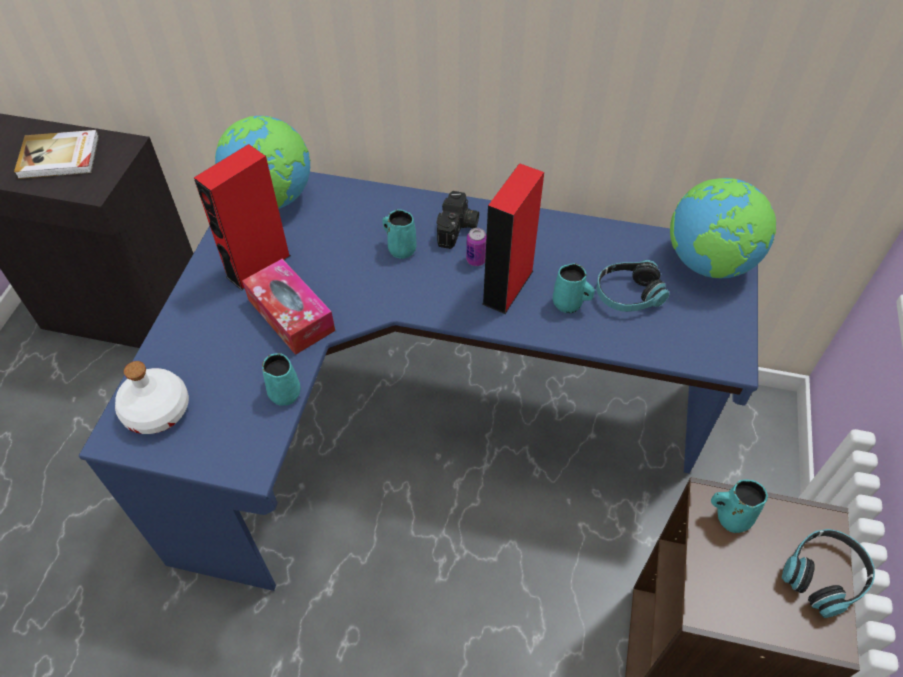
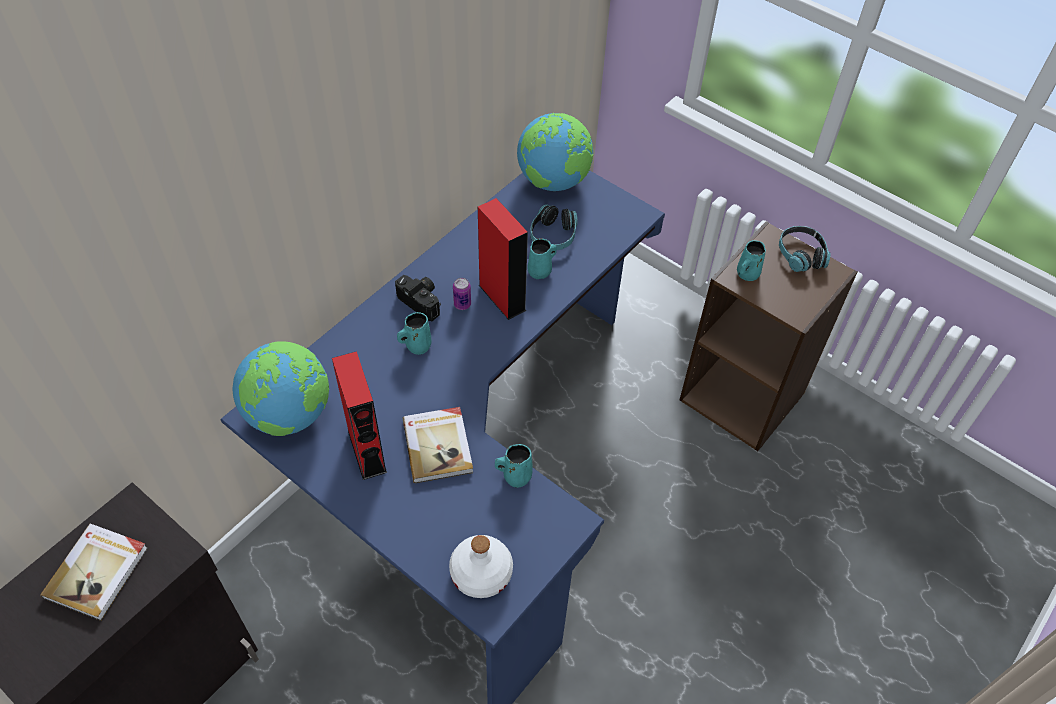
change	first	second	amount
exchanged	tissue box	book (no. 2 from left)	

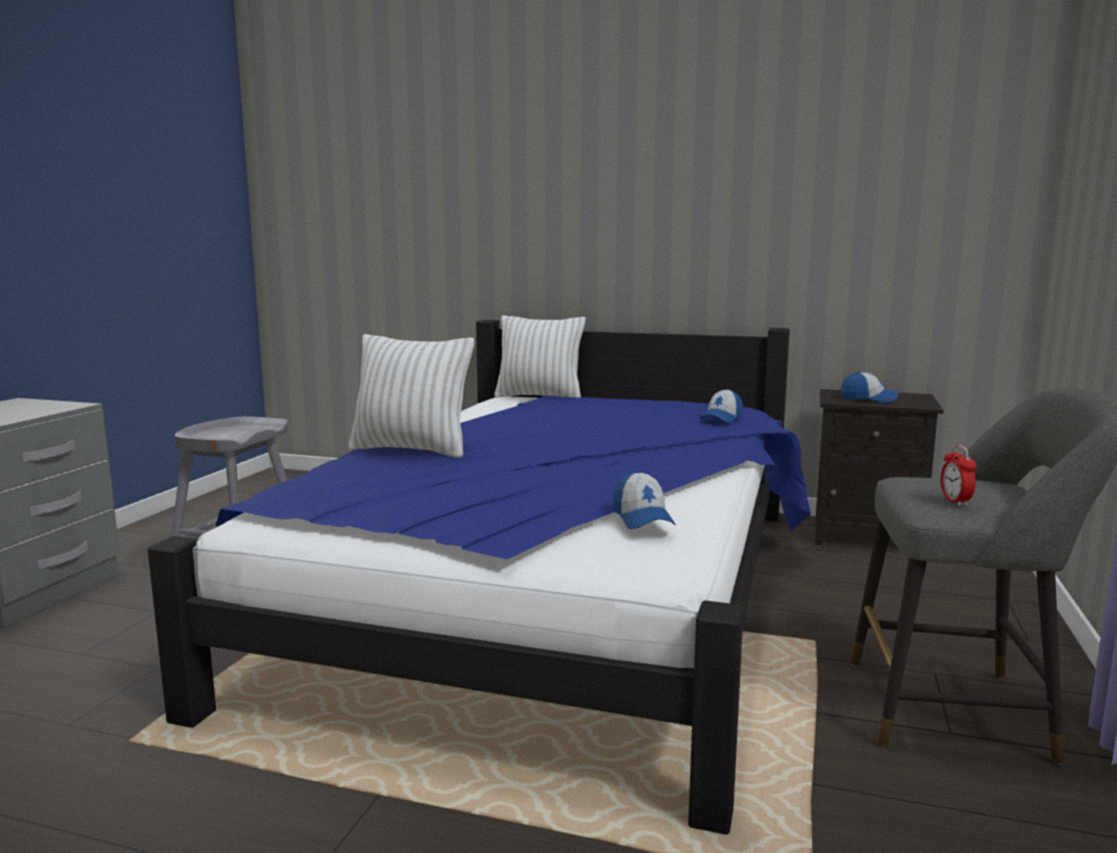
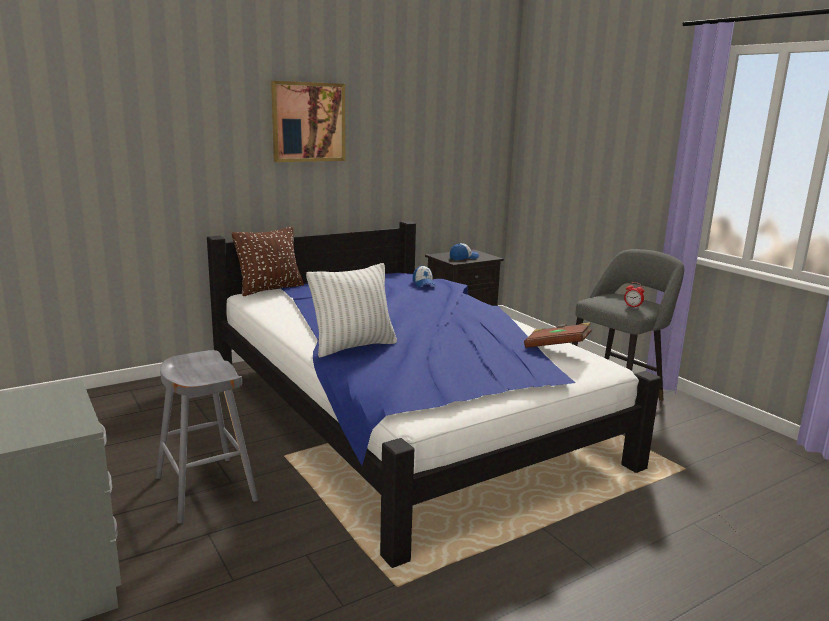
change	first	second	amount
appeared		picture	
exchanged	cap (no. 1 from left)	brown book	
colour	white pillow (no. 2 from left)	brown pillow	

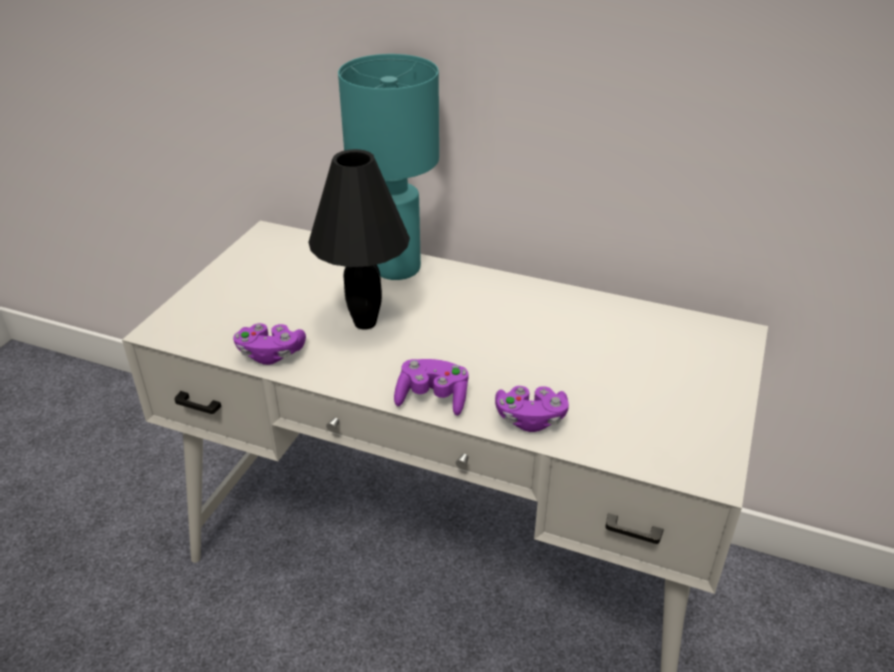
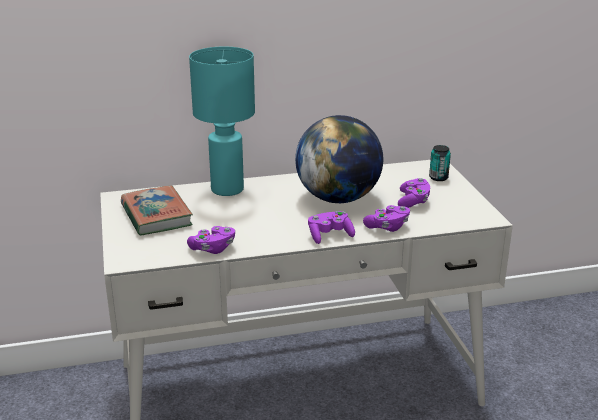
change	first	second	amount
missing	black table lamp		
appeared		book	
appeared		globe	
appeared		purple game controller (no. 4 from left)	
appeared		can	

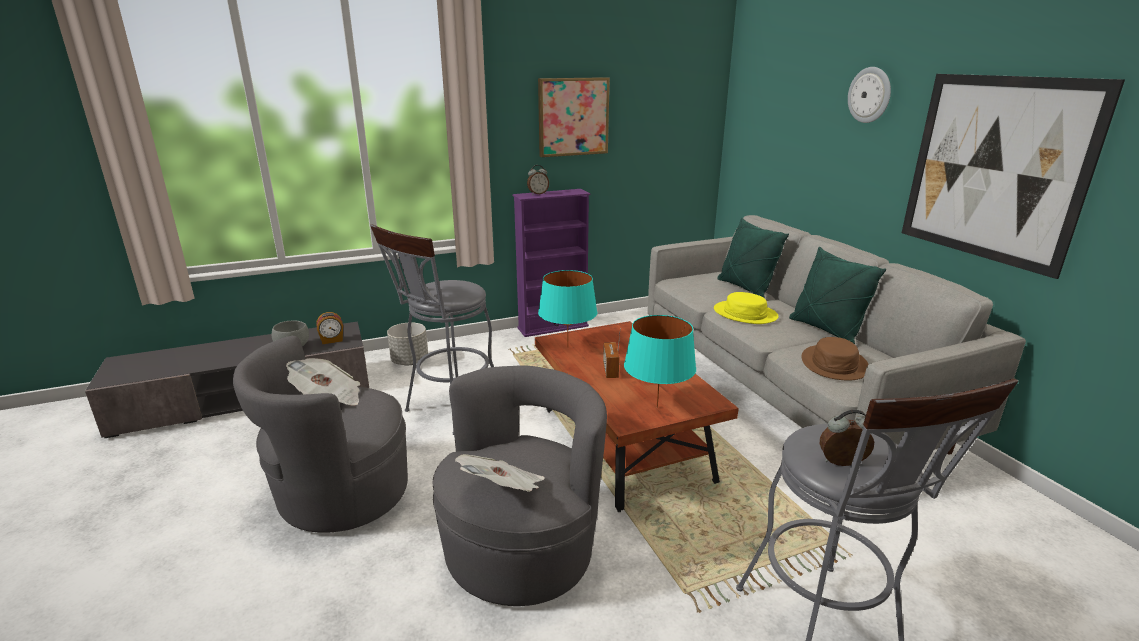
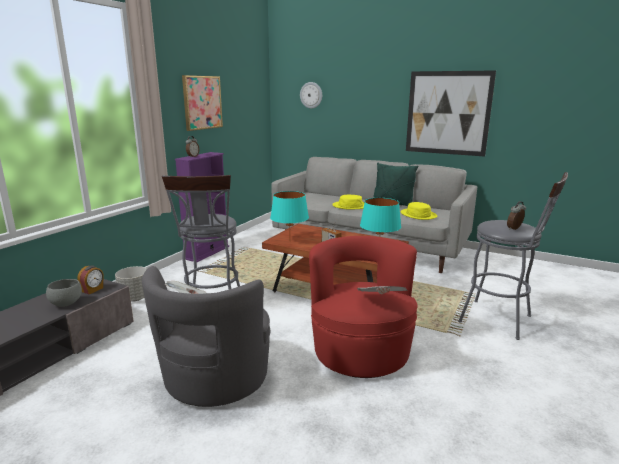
change	first	second	amount
missing	green pillow (no. 1 from left)		
relocated	wall clock		
colour	grey armchair (no. 2 from left)	red armchair	
colour	brown hat	yellow hat (no. 2 from left)	

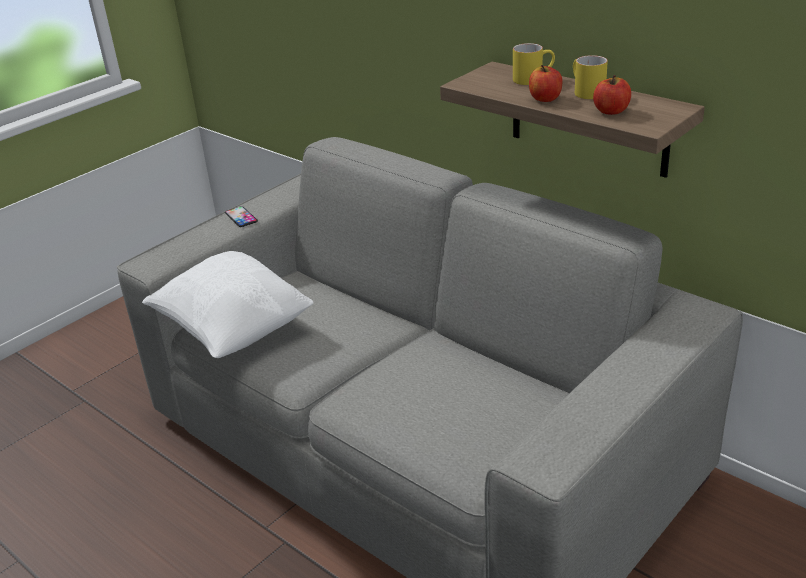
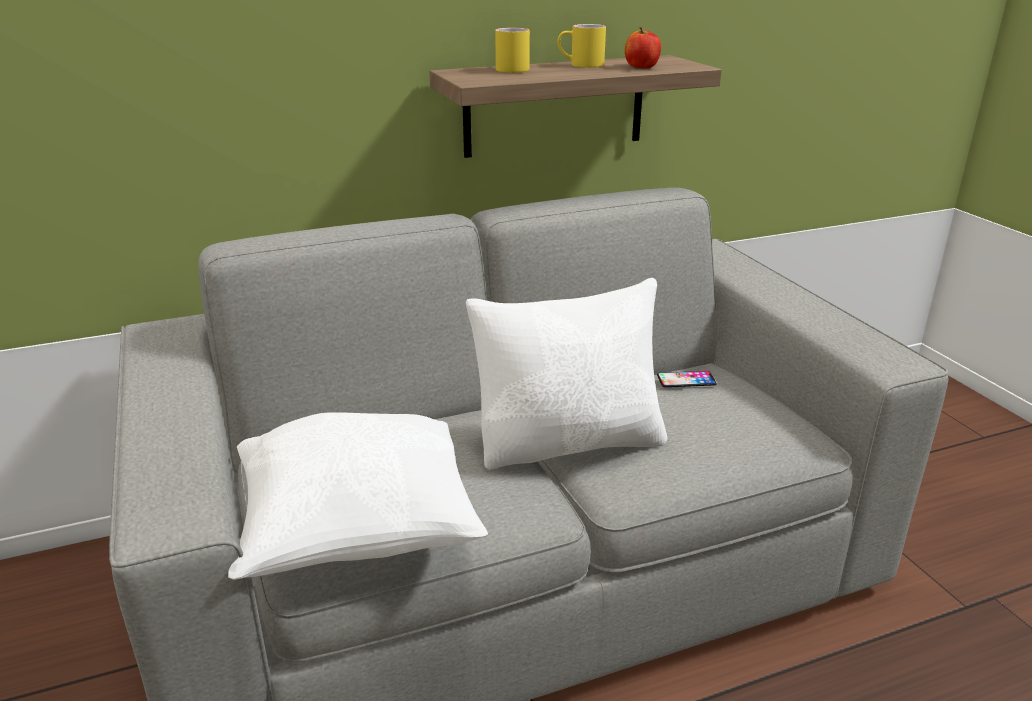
change	first	second	amount
missing	apple (no. 1 from left)		
appeared		white pillow (no. 2 from left)	
relocated	phone		

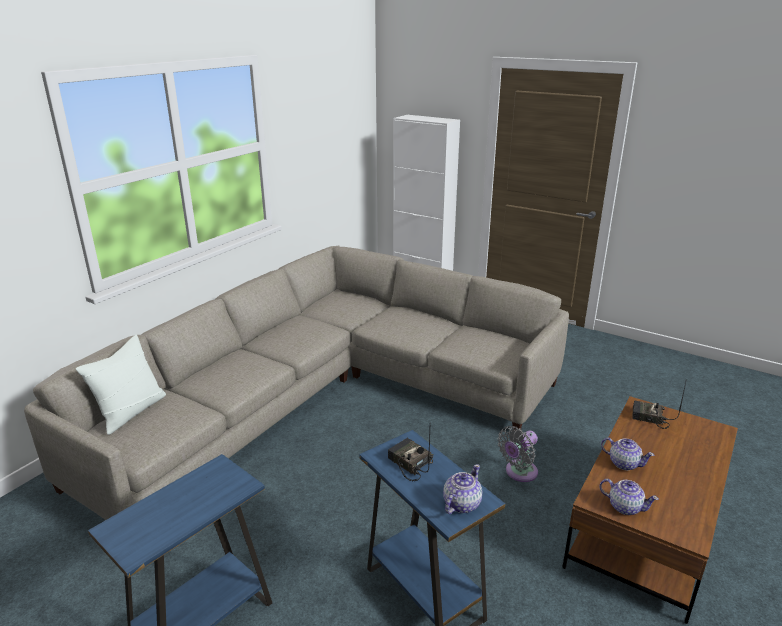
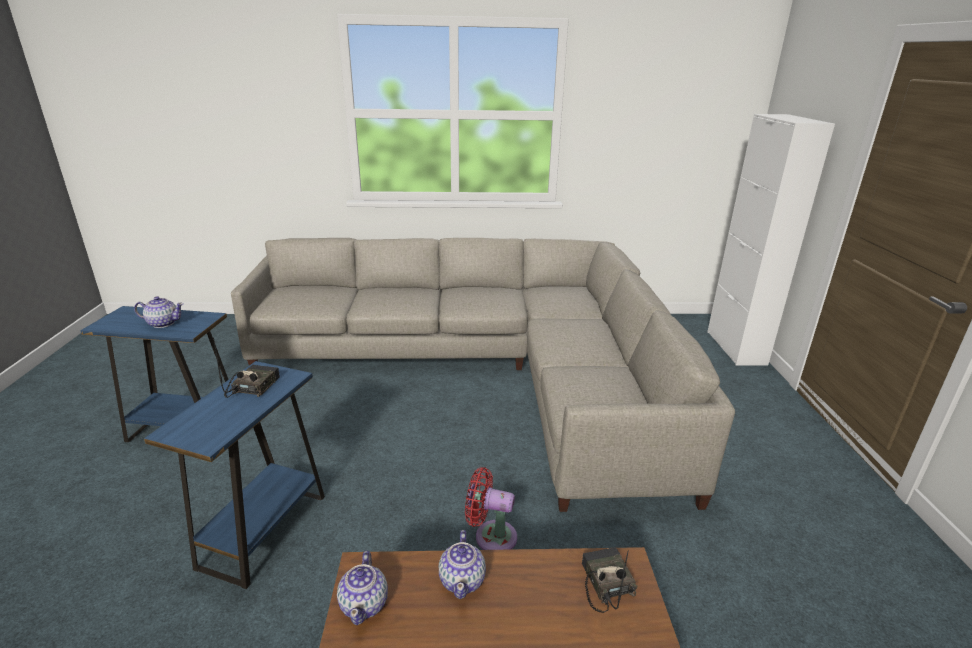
change	first	second	amount
missing	white pillow		
relocated	teapot (no. 1 from left)		
colour	grey fan	red fan	

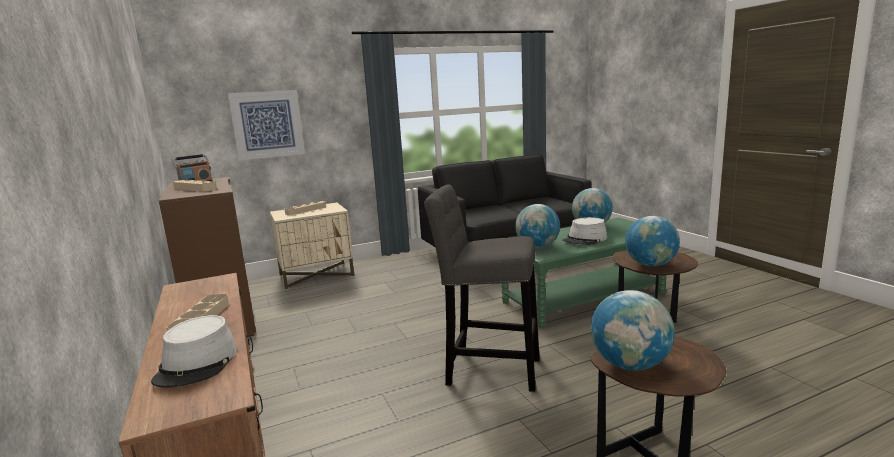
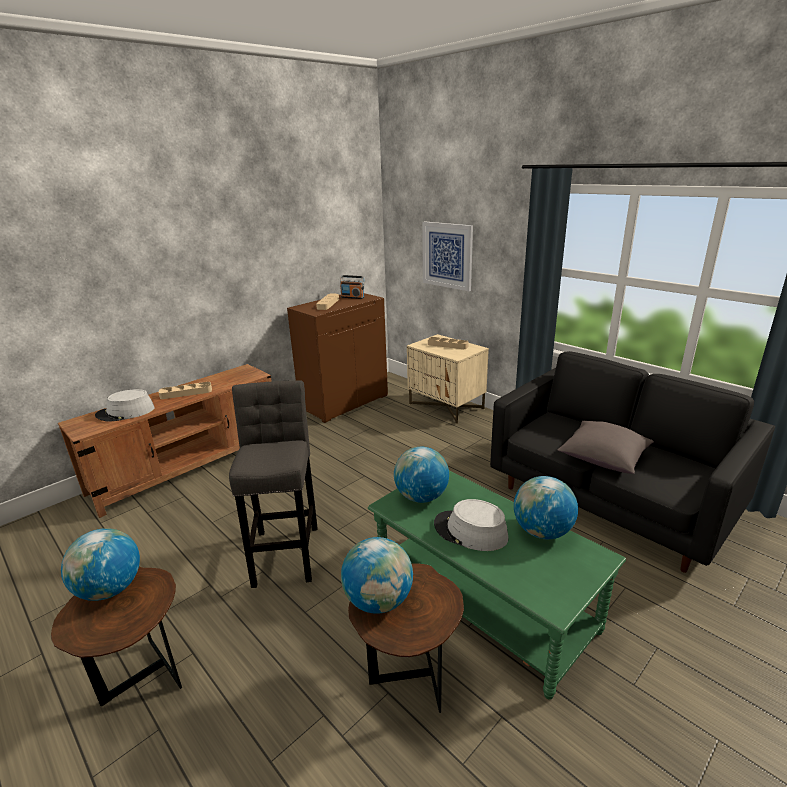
change	first	second	amount
appeared		grey pillow	

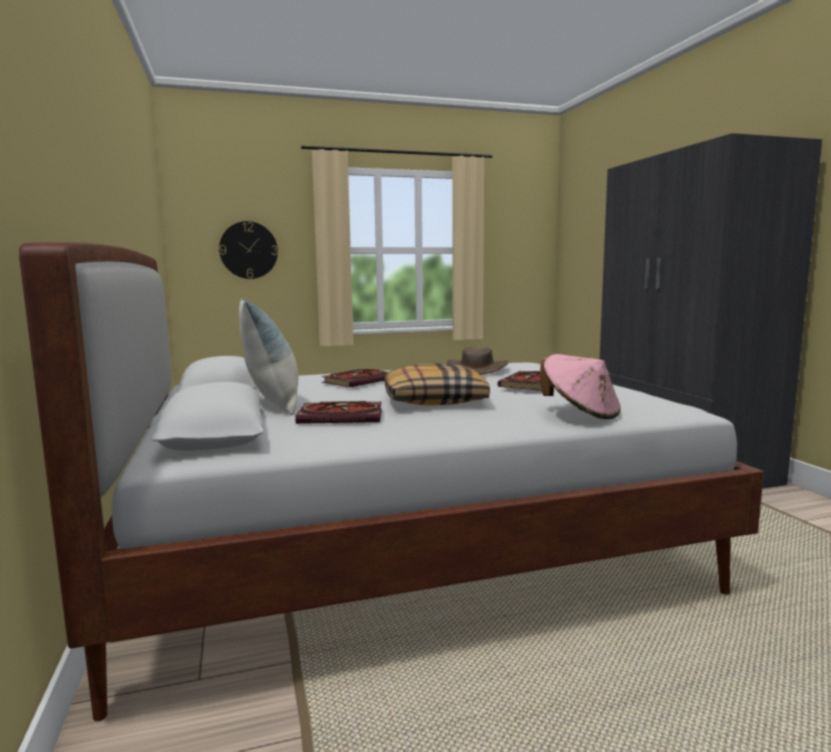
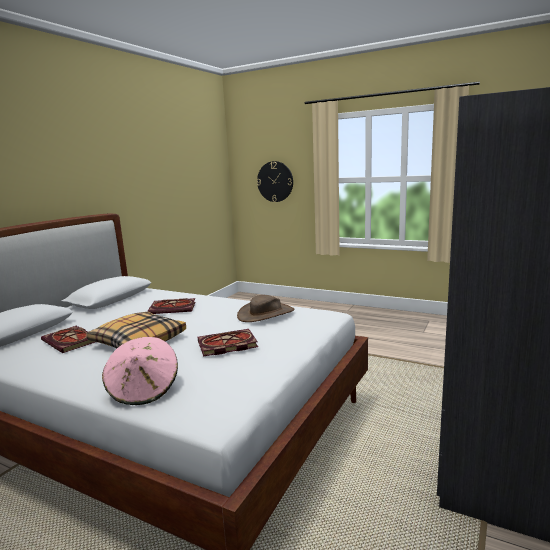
change	first	second	amount
missing	pillow (no. 1 from left)		

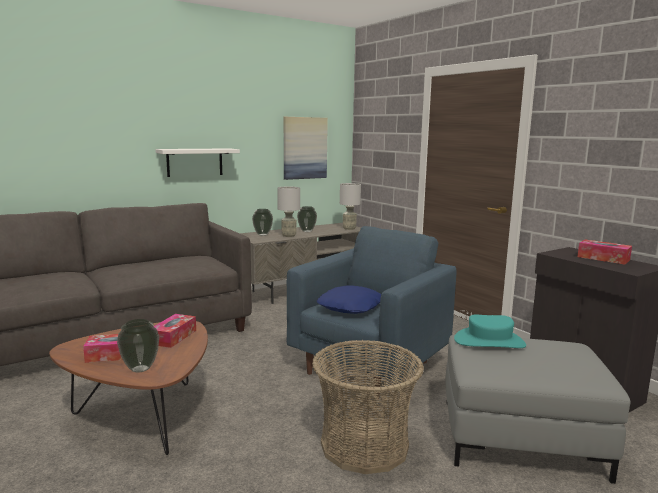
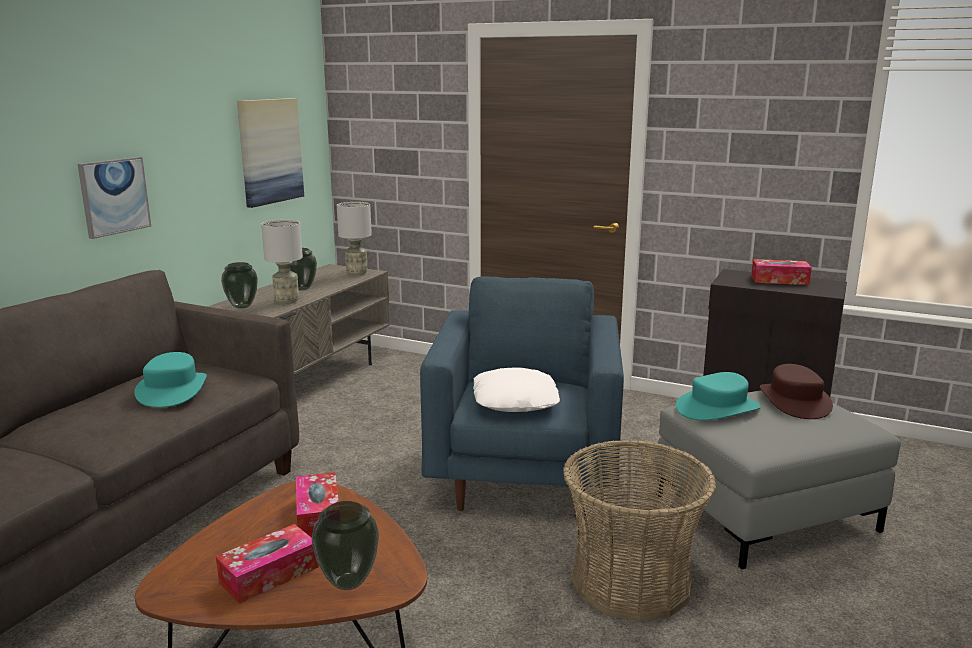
change	first	second	amount
appeared		turquoise hat (no. 1 from left)	
appeared		brown hat	
exchanged	white shelf	picture (no. 1 from left)	
colour	blue pillow	white pillow	

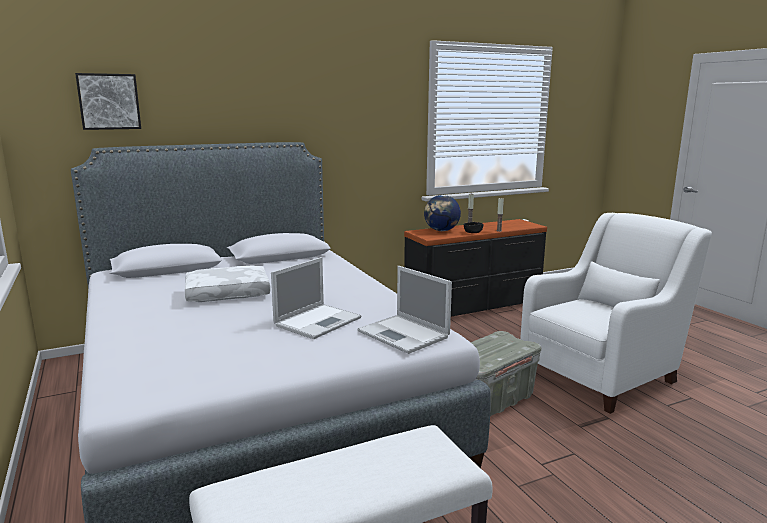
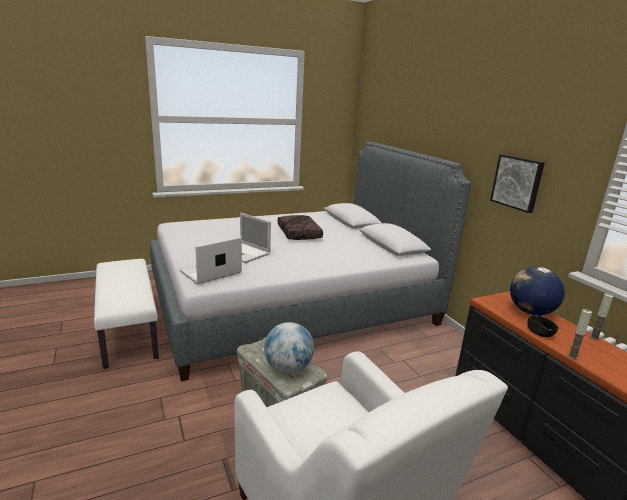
change	first	second	amount
appeared		globe (no. 1 from left)	
relocated	picture		
colour	white pillow	brown pillow	

